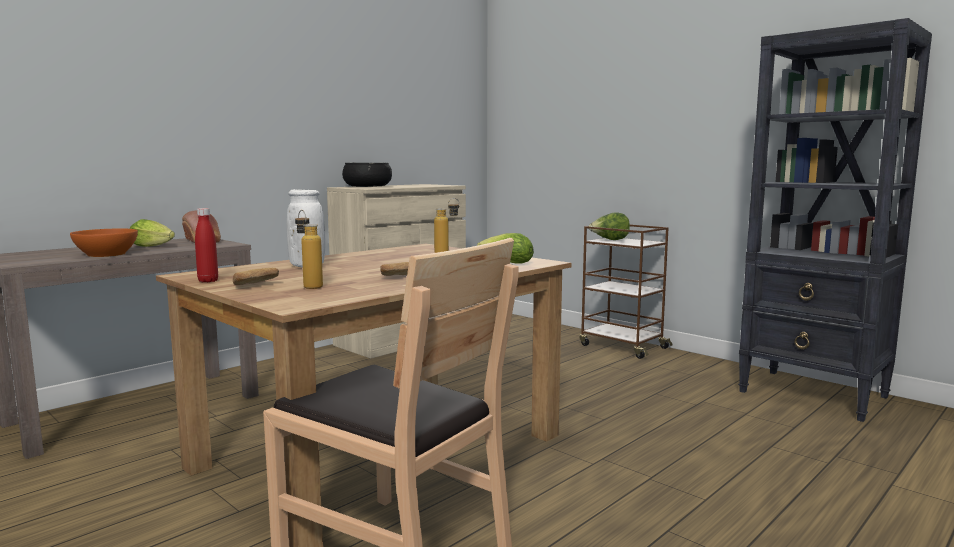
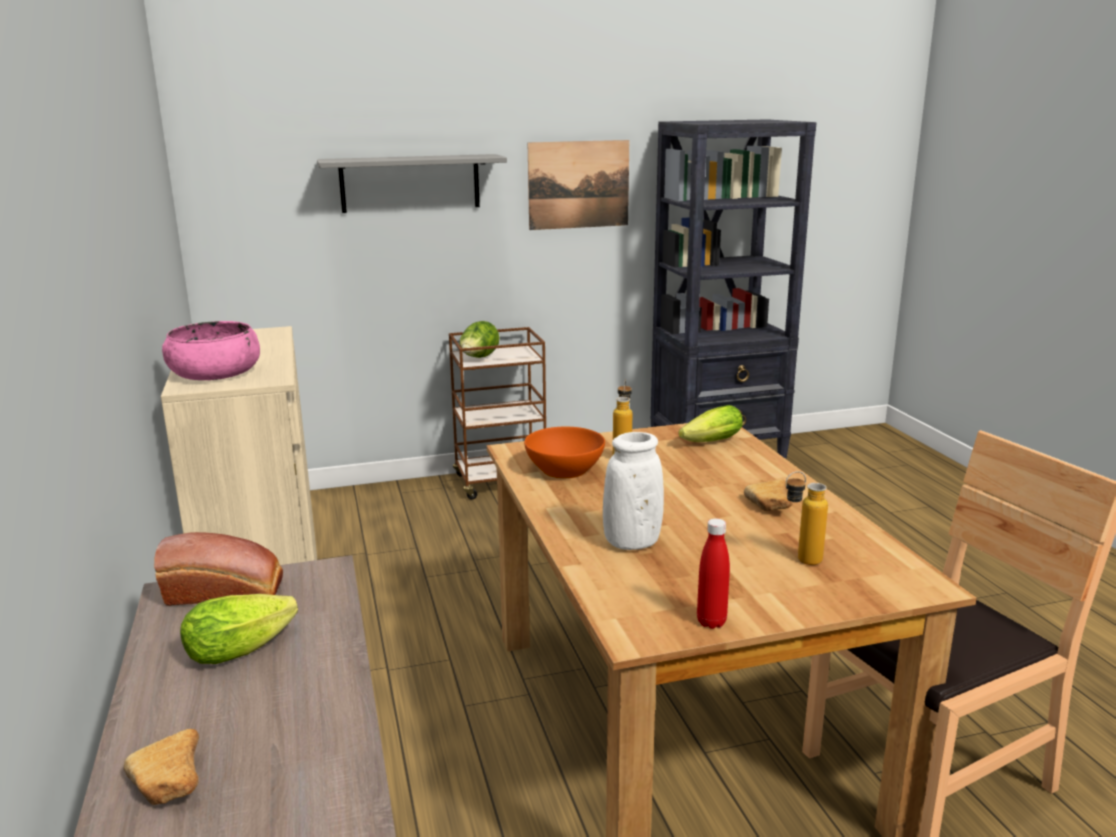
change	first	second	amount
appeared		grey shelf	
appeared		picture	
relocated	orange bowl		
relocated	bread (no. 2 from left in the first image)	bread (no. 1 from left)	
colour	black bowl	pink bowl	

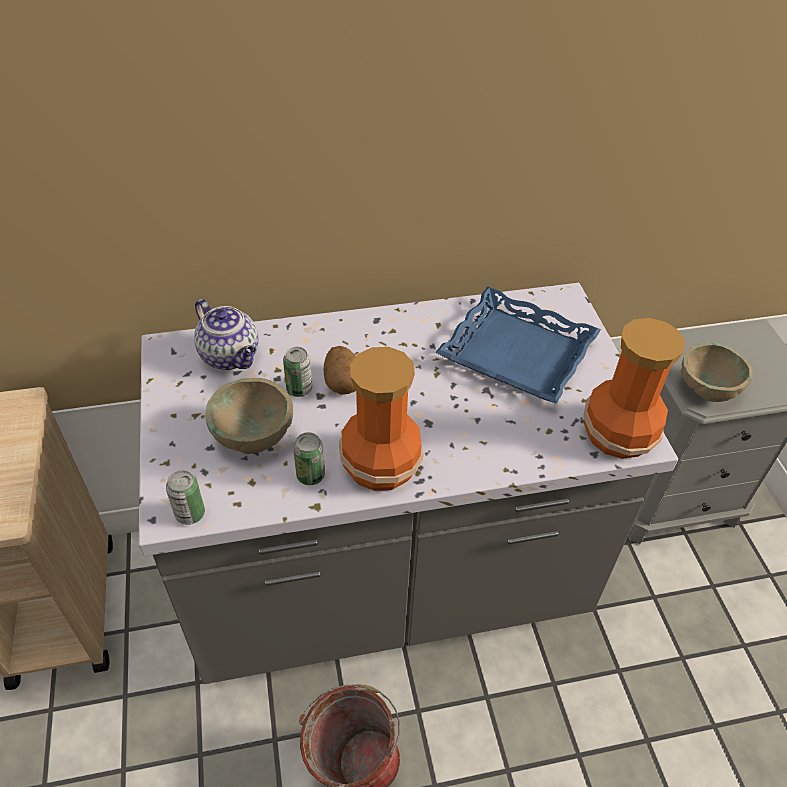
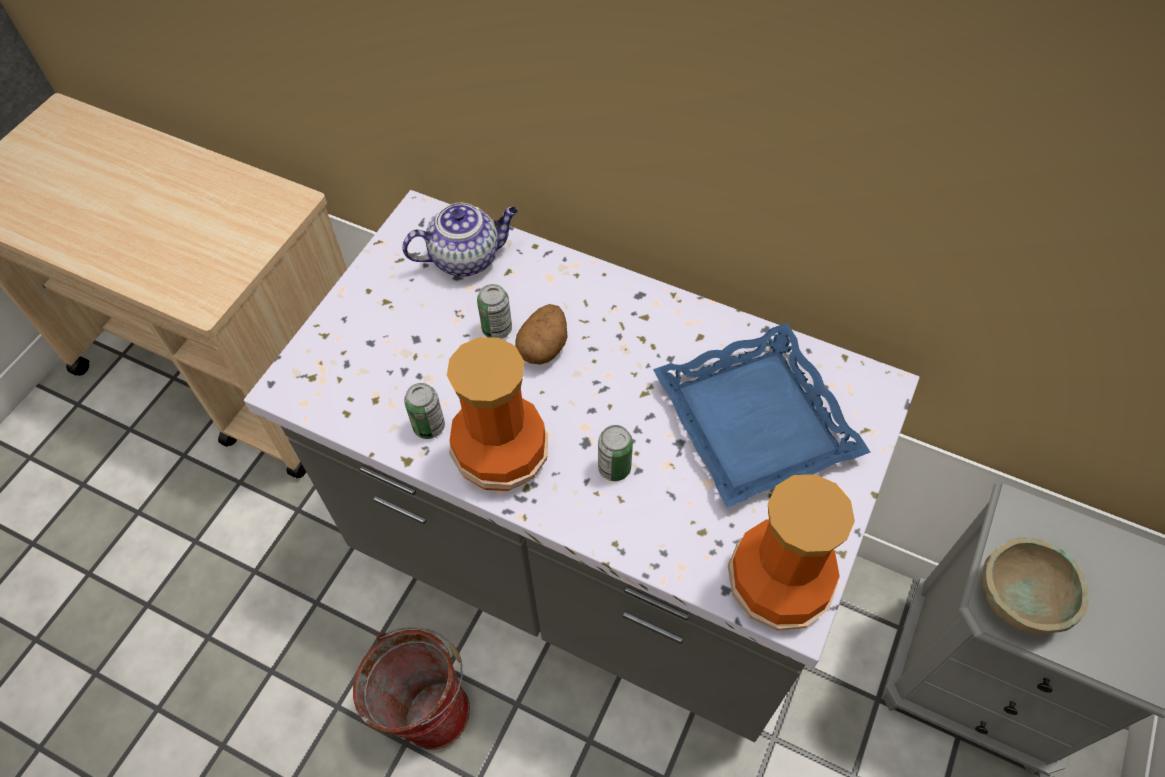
change	first	second	amount
missing	beige bowl (no. 1 from left)		
relocated	can (no. 1 from left in the first image)	can (no. 3 from left)	
spun	teapot		105 degrees counterclockwise

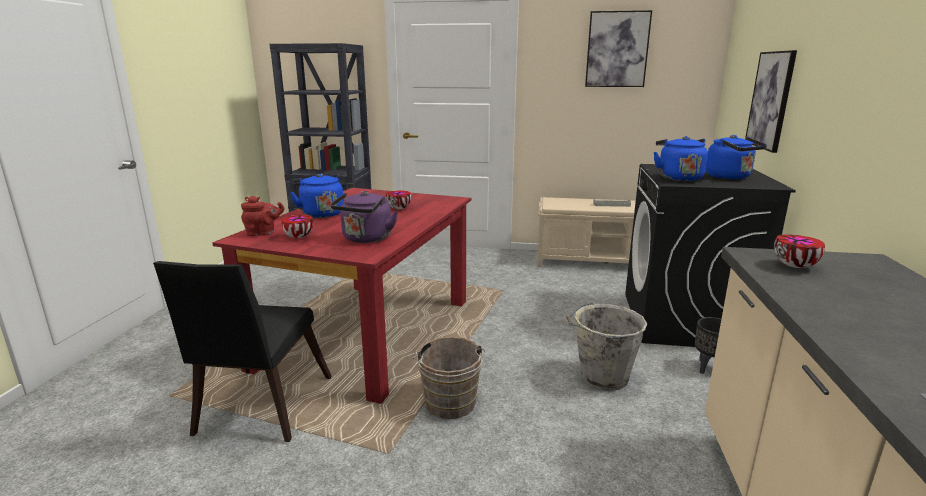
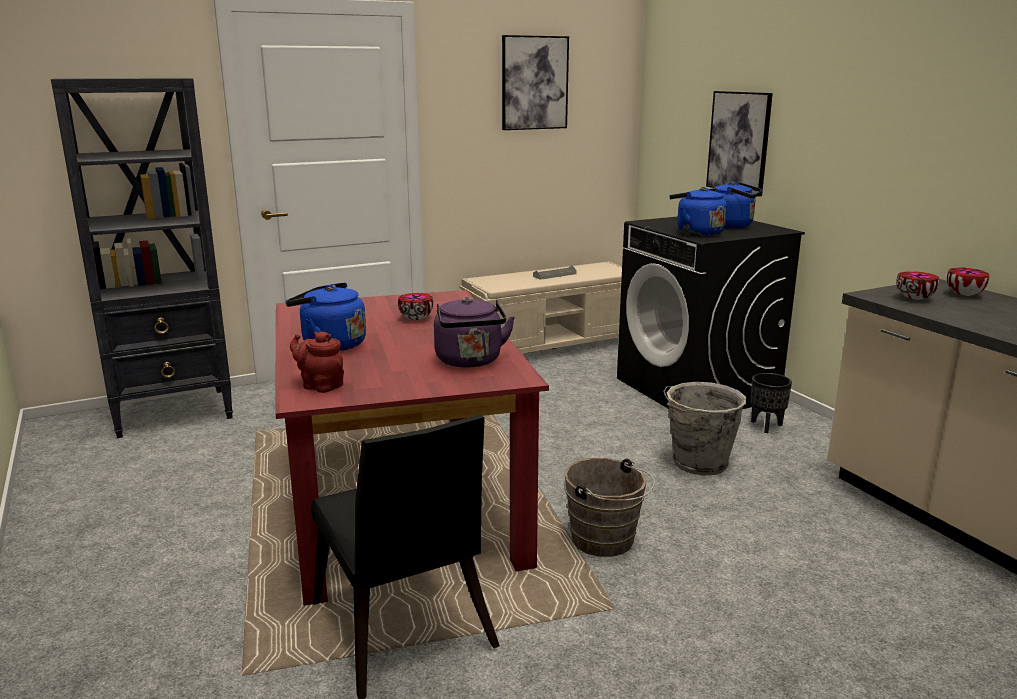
change	first	second	amount
relocated	bowl (no. 1 from left in the first image)	bowl (no. 3 from left)	
spun	red teapot		105 degrees counterclockwise

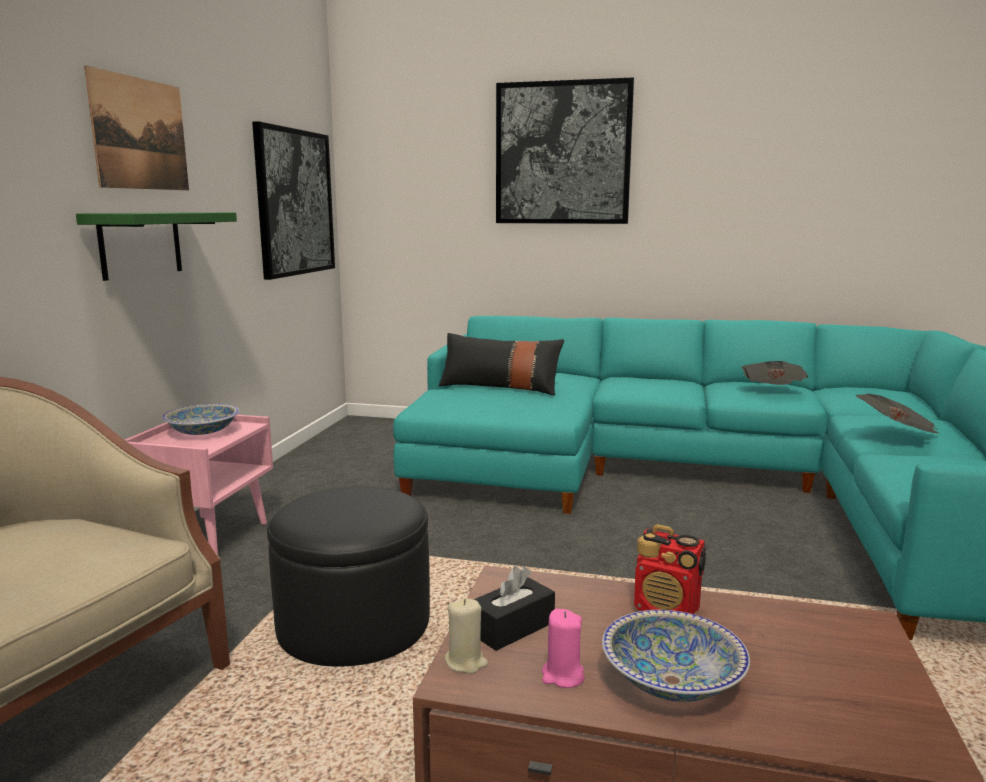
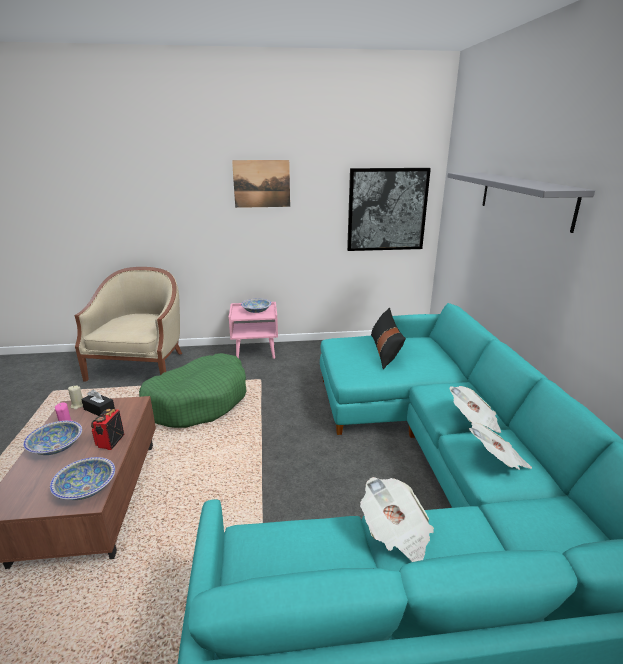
change	first	second	amount
missing	green shelf		
appeared		bowl (no. 2 from left)	
appeared		newspaper (no. 2 from left)	
exchanged	black ottoman	green dog bed	
exchanged	picture (no. 3 from left)	grey shelf	

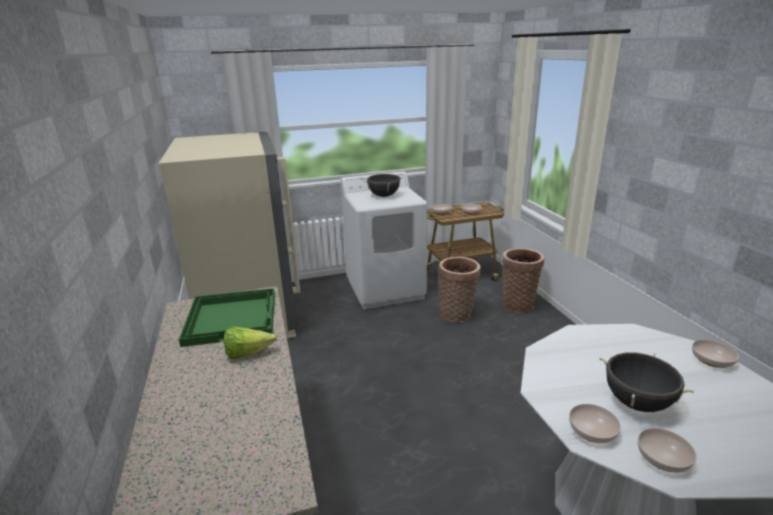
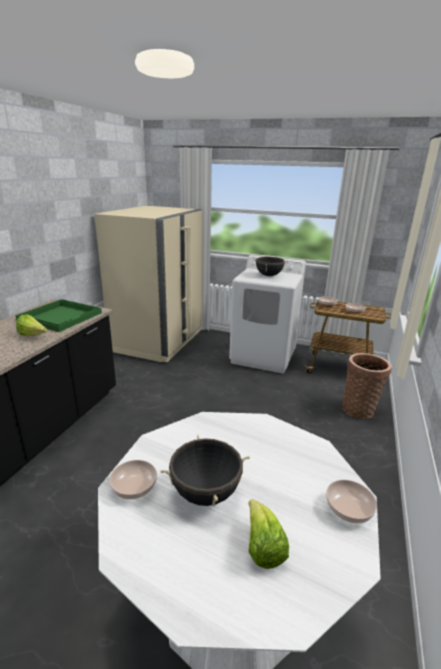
change	first	second	amount
missing	basket (no. 1 from left)		
missing	bowl (no. 4 from left)		
appeared		lettuce (no. 2 from left)	

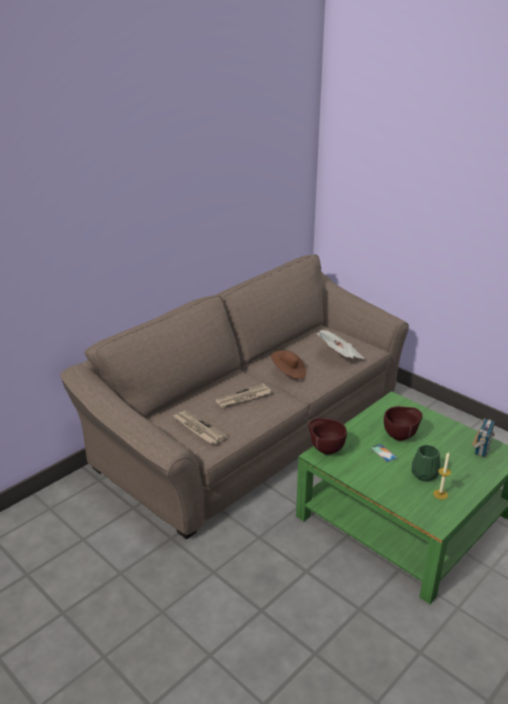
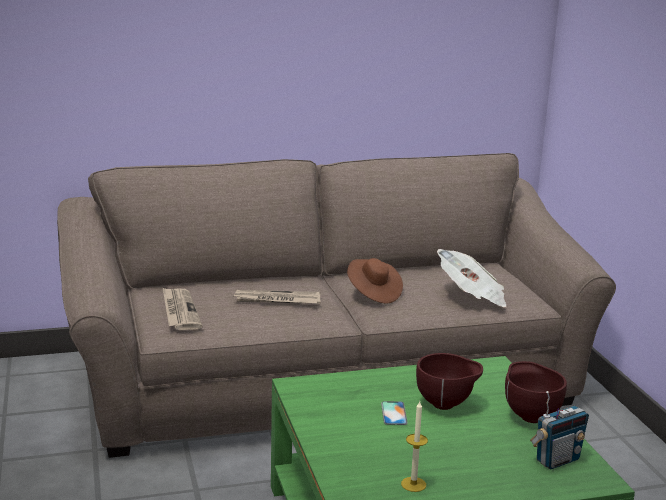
change	first	second	amount
missing	green vase		
relocated	brown bowl (no. 1 from left in the first image)	brown bowl (no. 2 from left)	

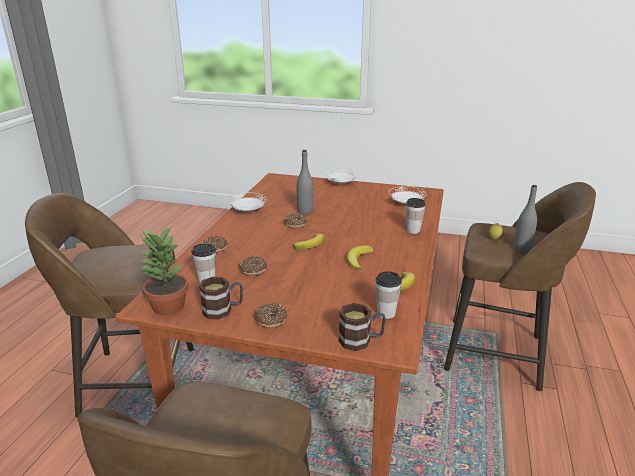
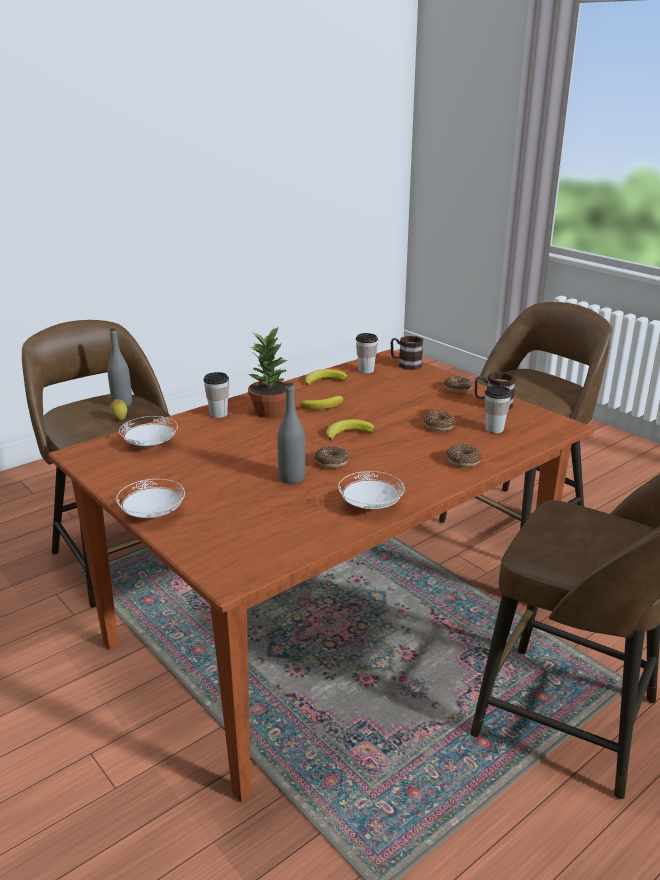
change	first	second	amount
relocated	potted plant		

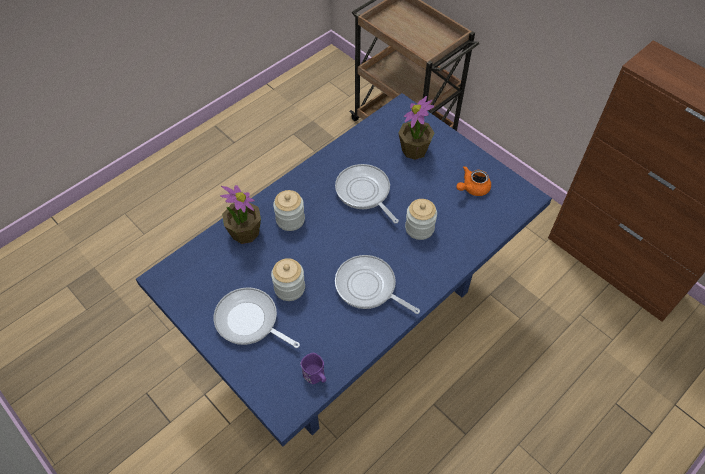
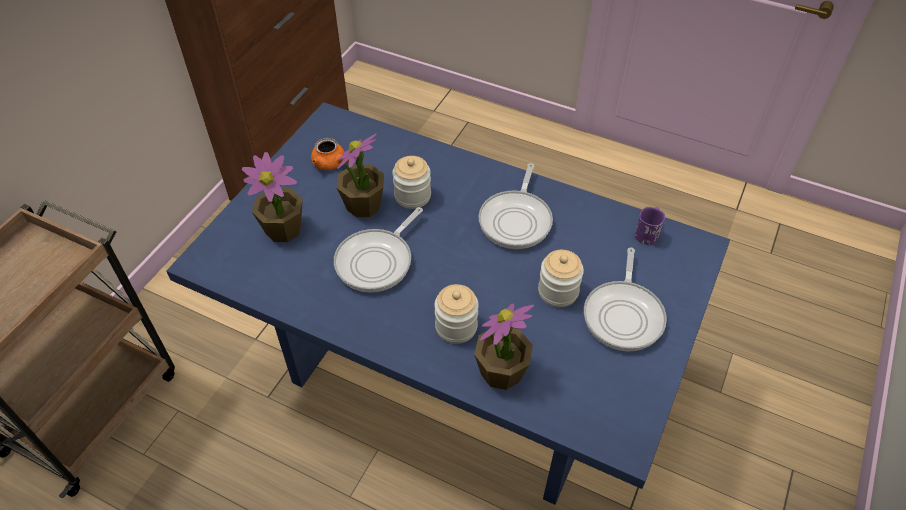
change	first	second	amount
appeared		potted plant (no. 2 from left)	

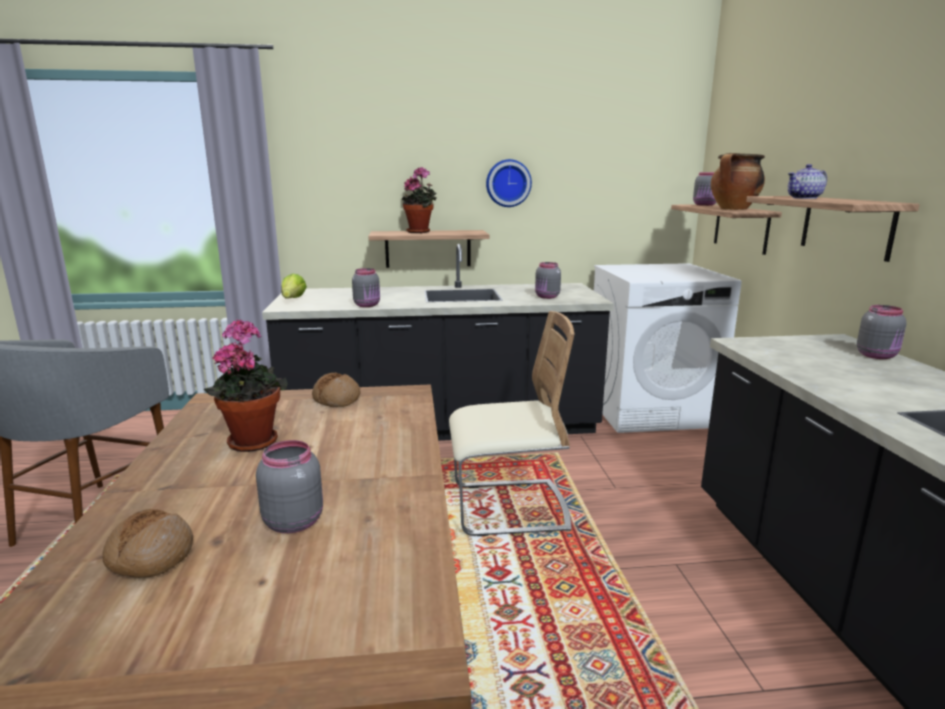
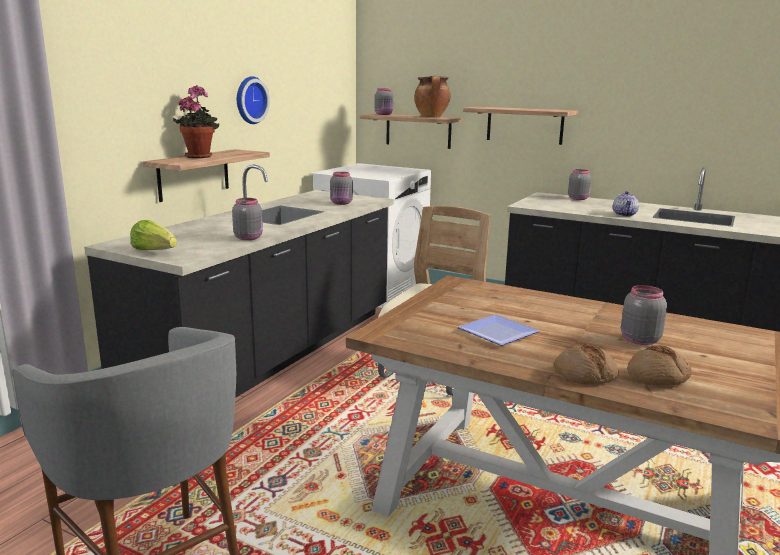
change	first	second	amount
relocated	bread (no. 2 from left in the first image)	bread (no. 1 from left)	
relocated	teapot		
exchanged	potted plant (no. 1 from left)	plate	

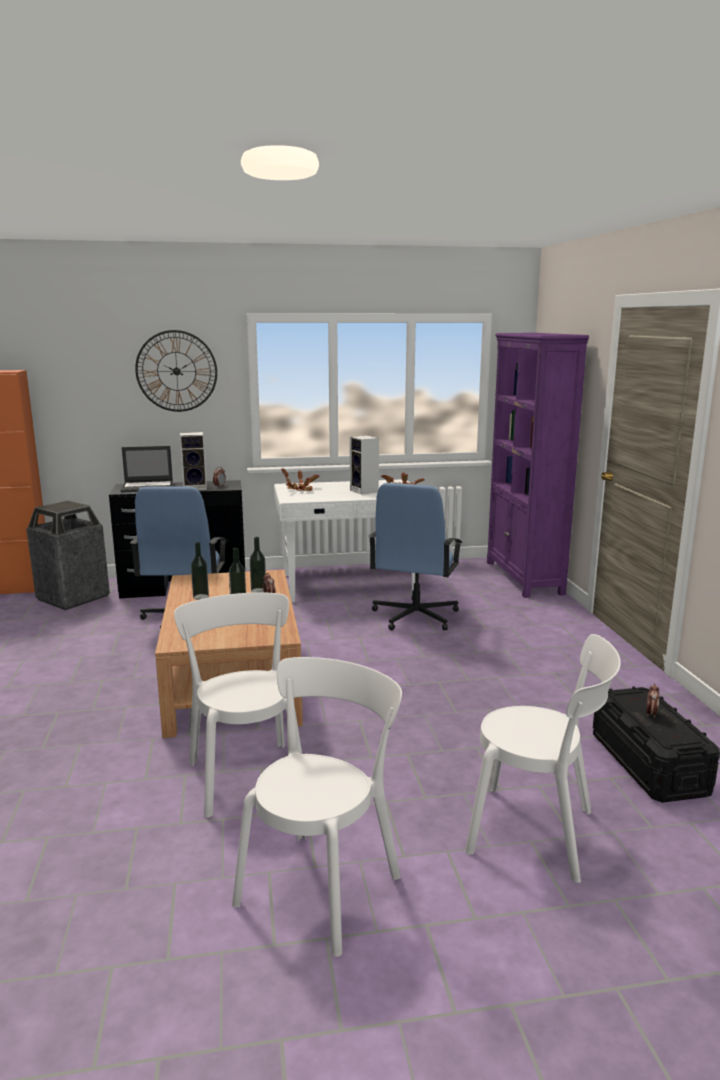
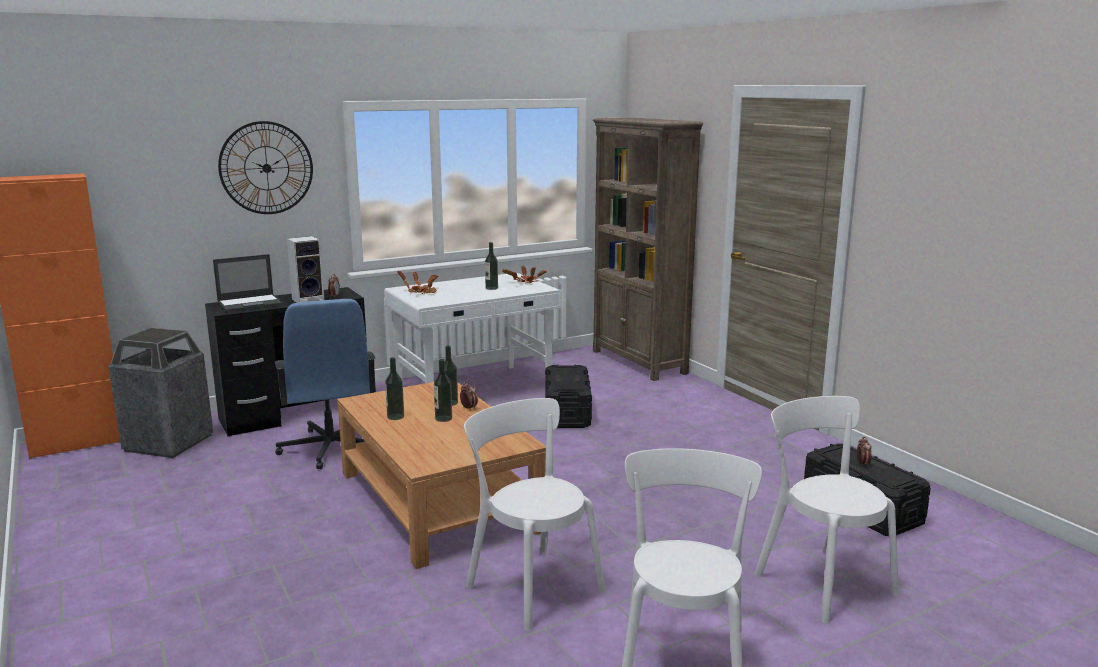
change	first	second	amount
exchanged	speaker (no. 2 from left)	bottle (no. 4 from left)	
exchanged	blue office chair (no. 2 from left)	black storage box (no. 1 from left)	
colour	purple bookcase	brown bookcase	
spun	white chair (no. 3 from left)		120 degrees counterclockwise

